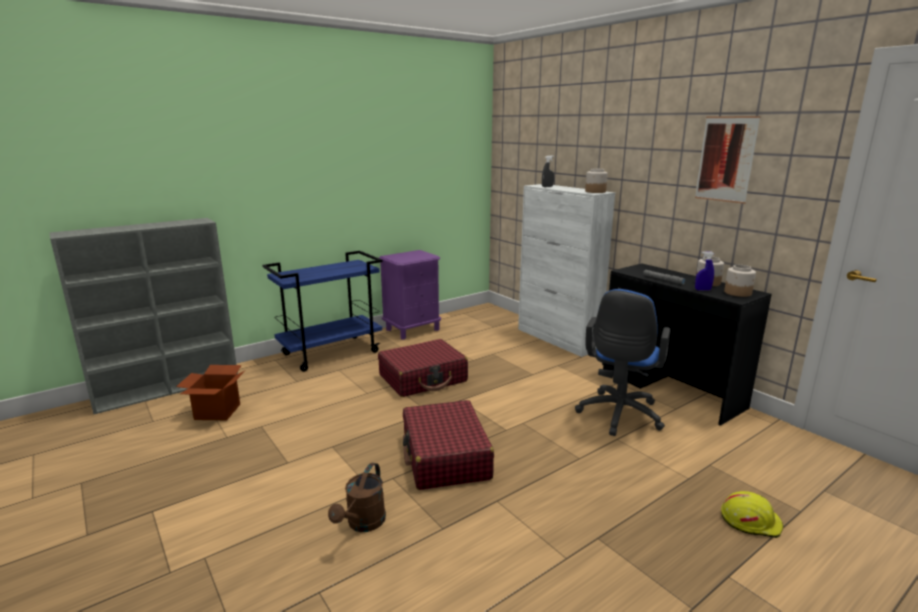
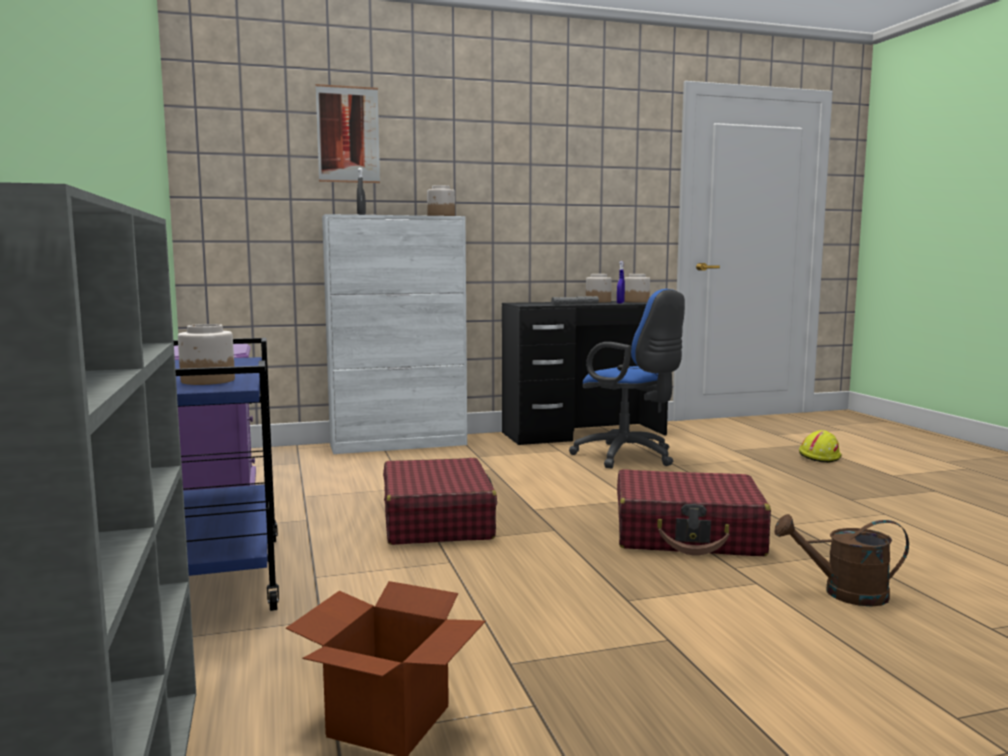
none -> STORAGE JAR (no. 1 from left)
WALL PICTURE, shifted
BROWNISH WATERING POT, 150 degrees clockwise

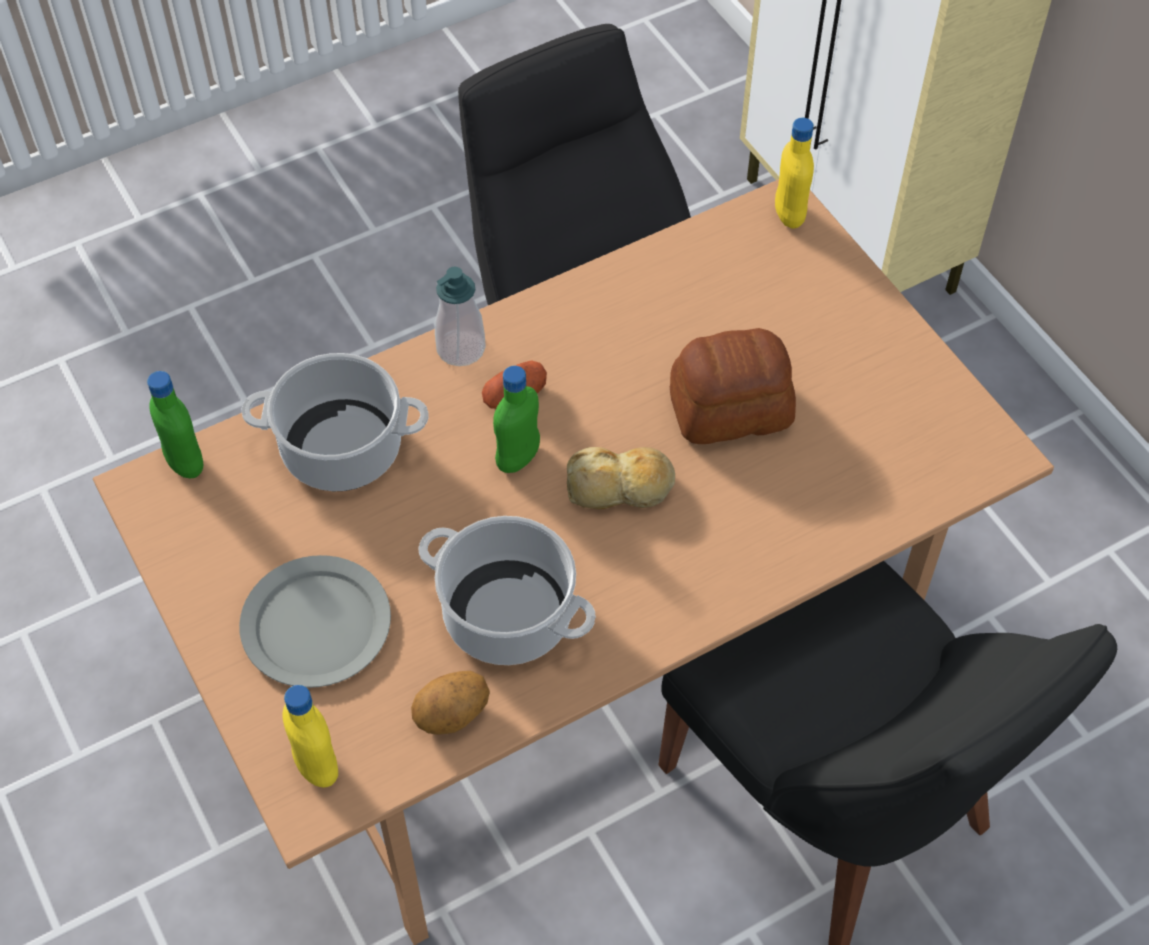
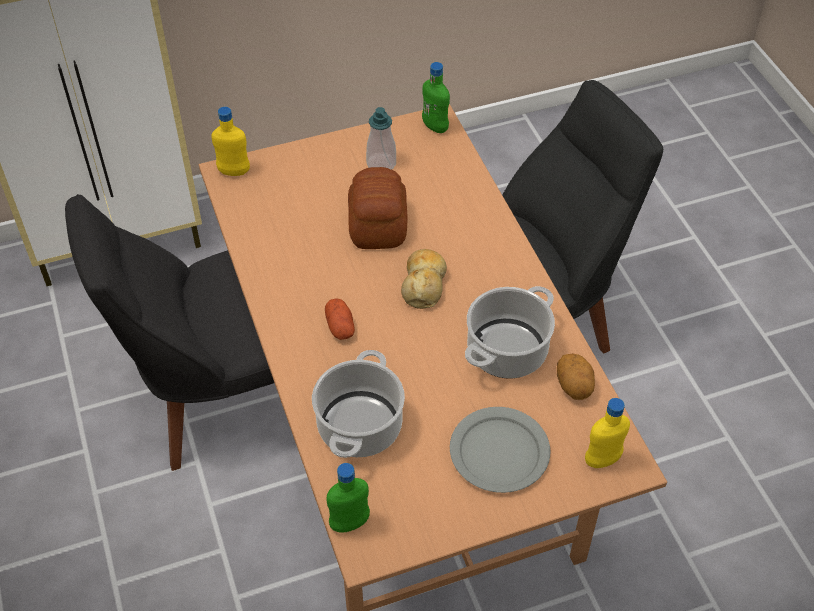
SOAP DISPENSER, shifted
GREEN-COLOURED BEVERAGE BOTTLE (no. 2 from left), shifted

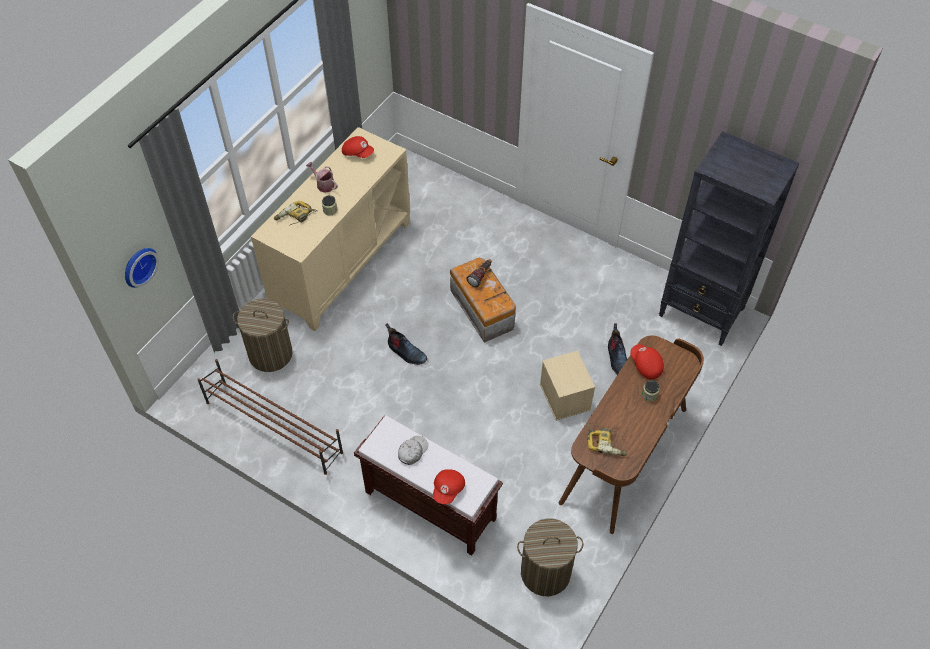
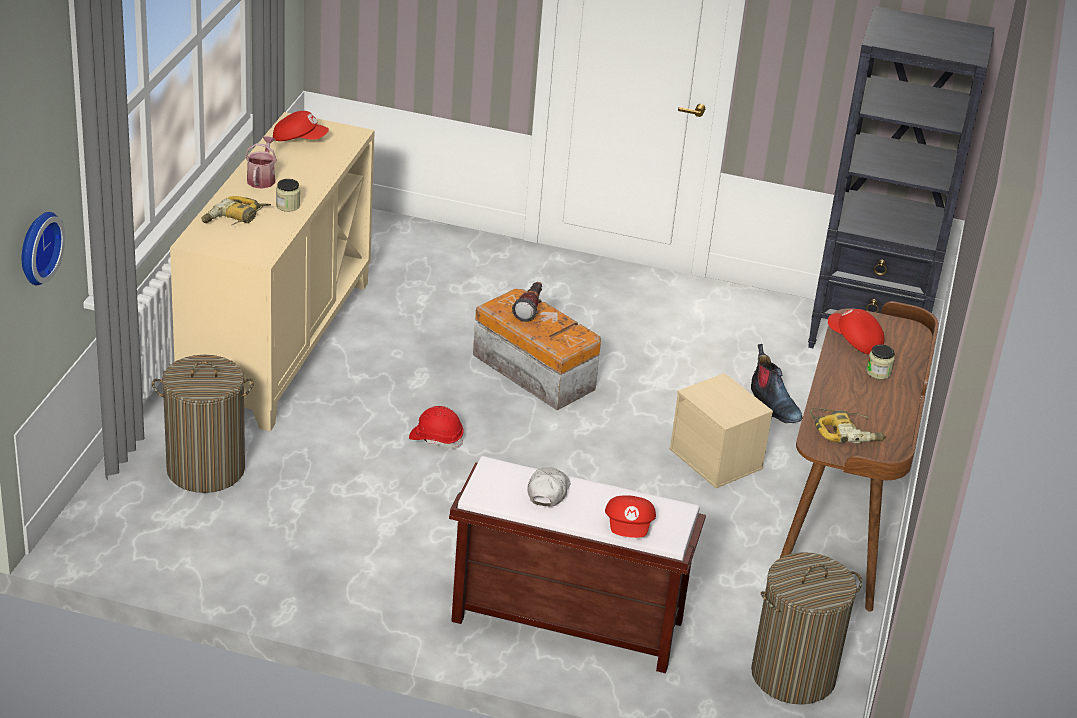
WATERING POT, 75 degrees clockwise
TALL BOOT (no. 1 from left) -> RED-COLOURED SAFETY HELMET
BROWNISH SHOE SHELF -> none

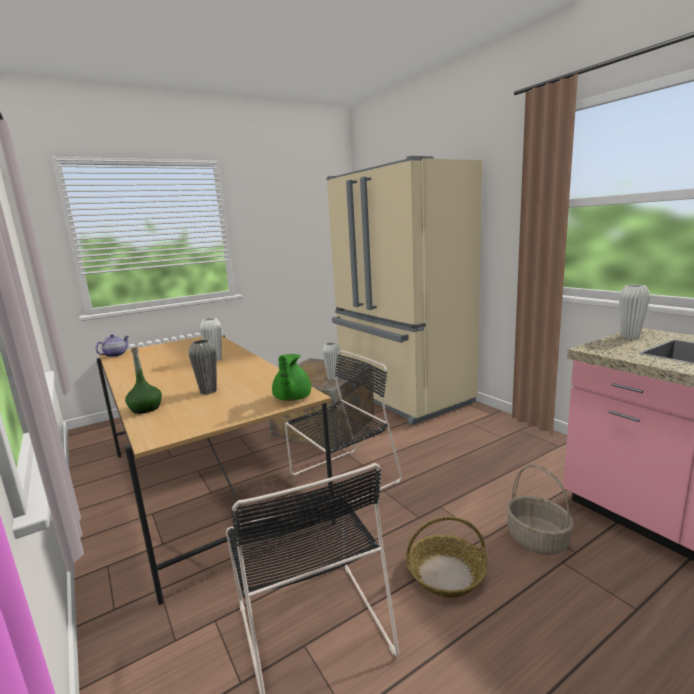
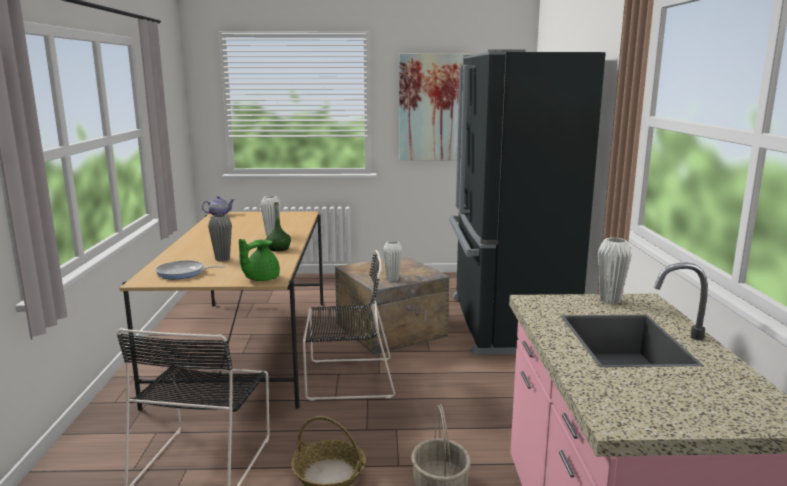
none -> SKILLET
GREEN-COLOURED BEVERAGE BOTTLE, shifted
none -> WALL PICTURE
BEIGE-COLOURED FRIDGE -> BLACK FRIDGE

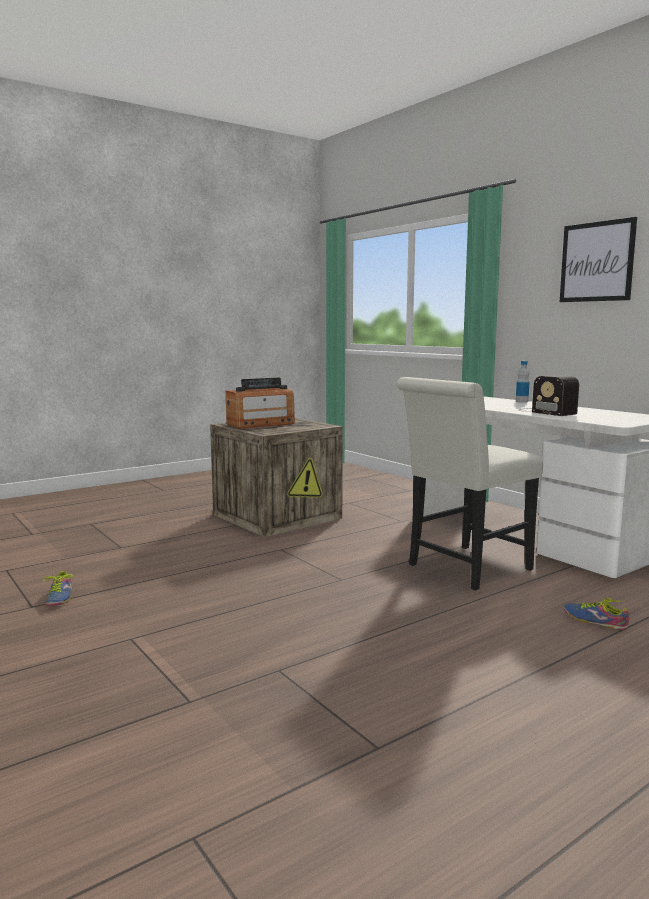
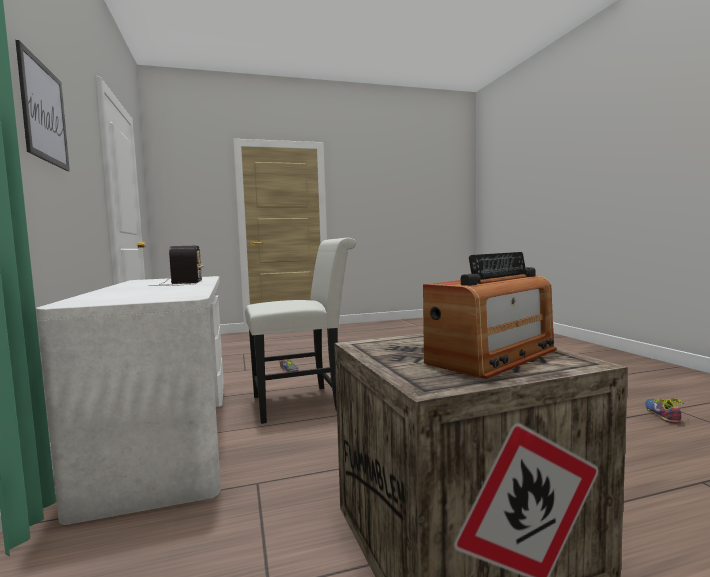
RADIO (no. 1 from left in the first image) -> RADIO (no. 2 from left), 150 degrees clockwise
BEVERAGE BOTTLE -> none

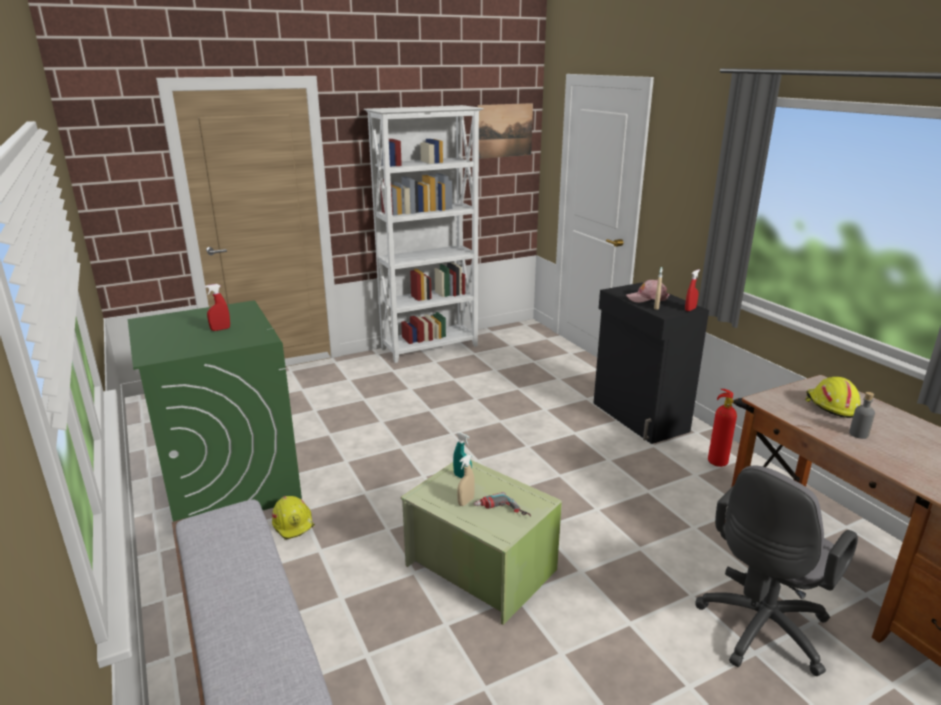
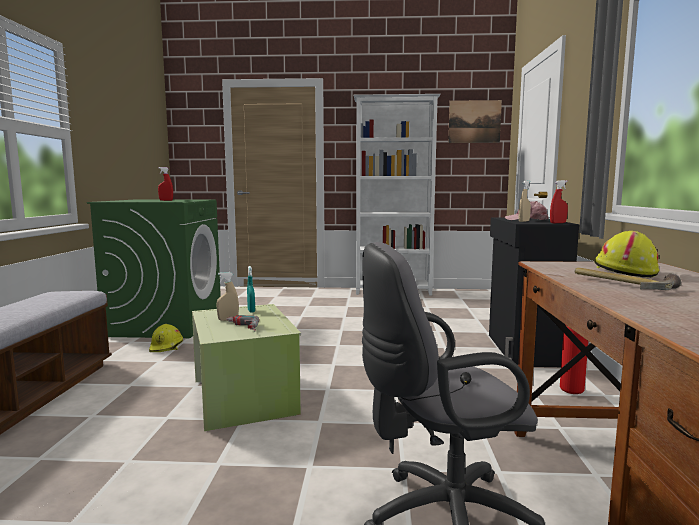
GREY BEVERAGE BOTTLE -> HAMMER

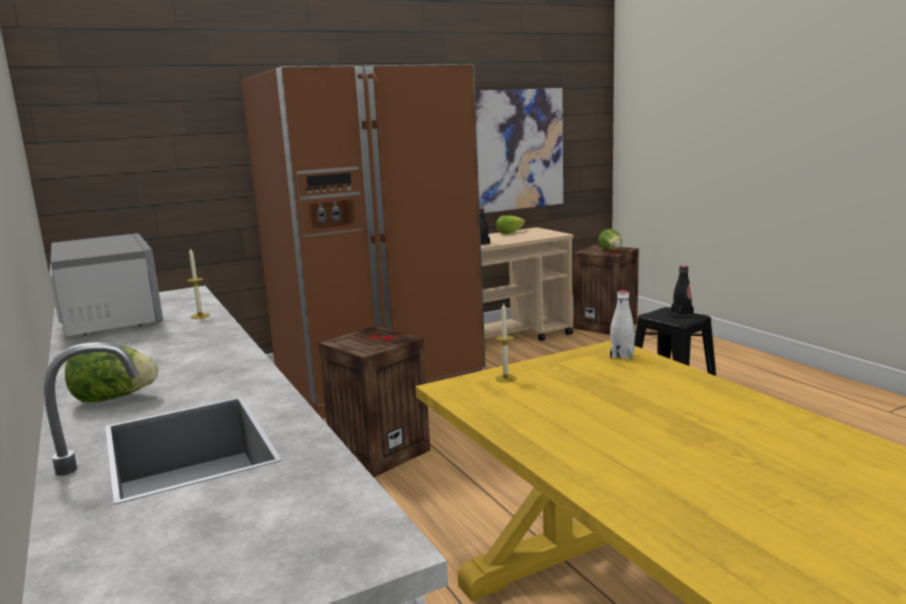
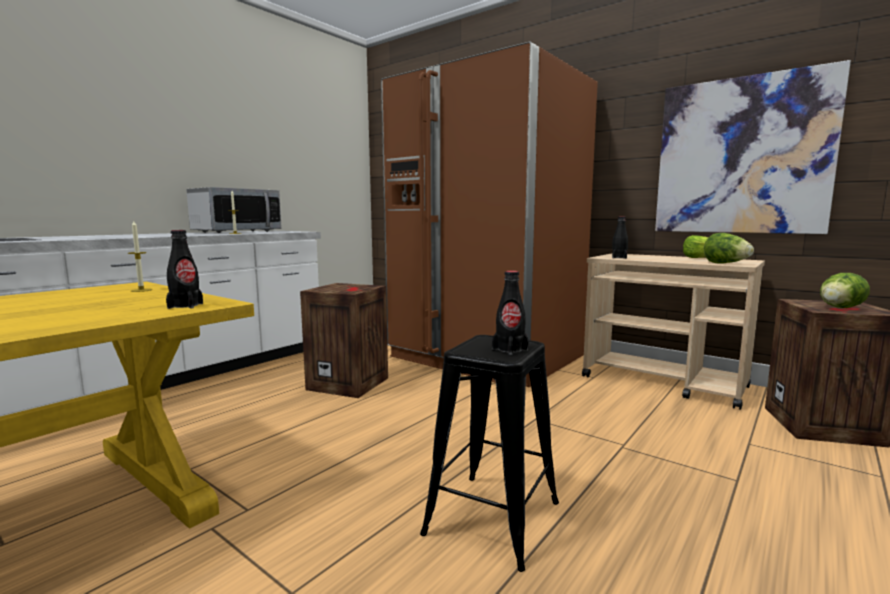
WHITE BEVERAGE BOTTLE -> BLACK BEVERAGE BOTTLE (no. 1 from left)
HEAD OF LETTUCE (no. 1 from left in the first image) -> HEAD OF LETTUCE (no. 2 from left), shifted

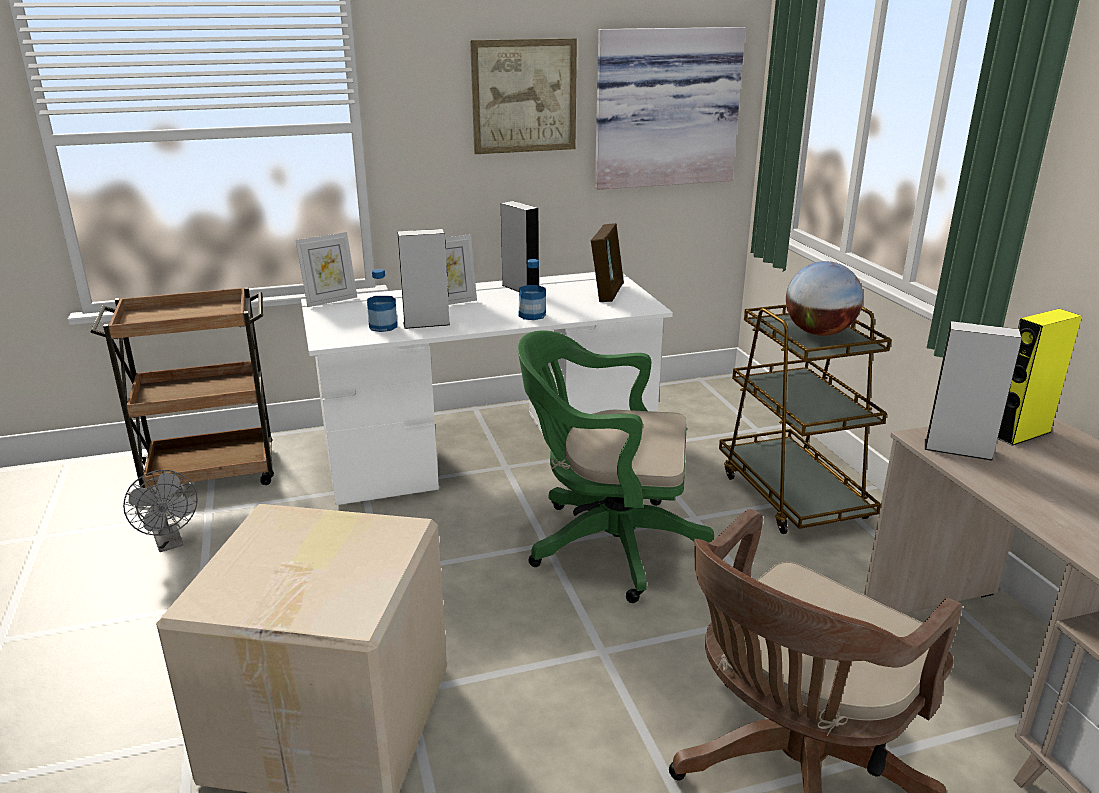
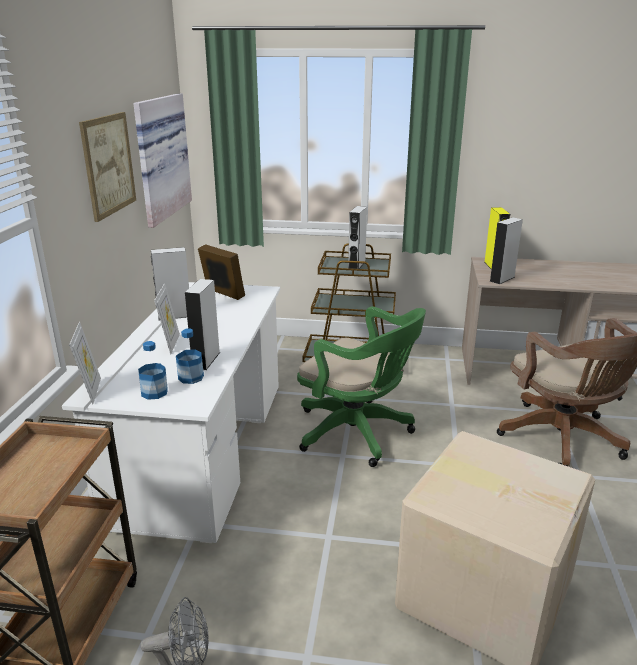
BEVERAGE BOTTLE (no. 2 from left in the first image) -> BEVERAGE BOTTLE (no. 1 from left), shifted
GREEN-COLOURED COMPUTER CHAIR, 90 degrees counterclockwise
WORLD GLOBE -> GREY SPEAKER (no. 3 from left)

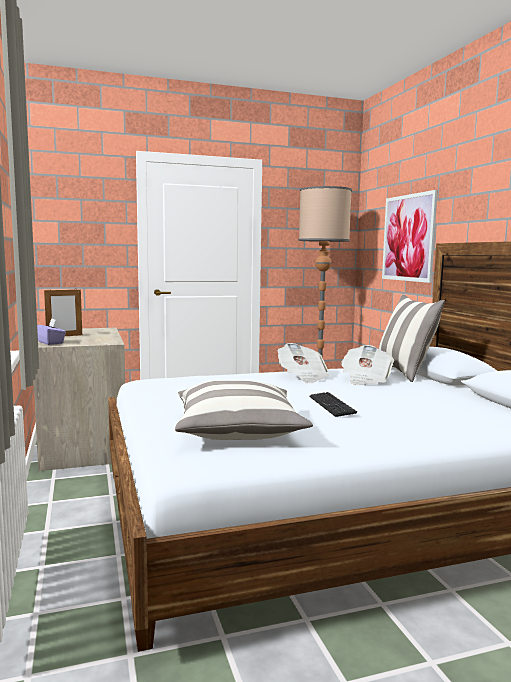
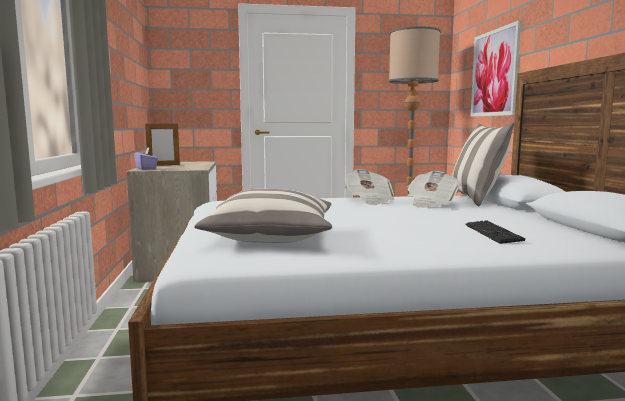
KEYBOARD, shifted

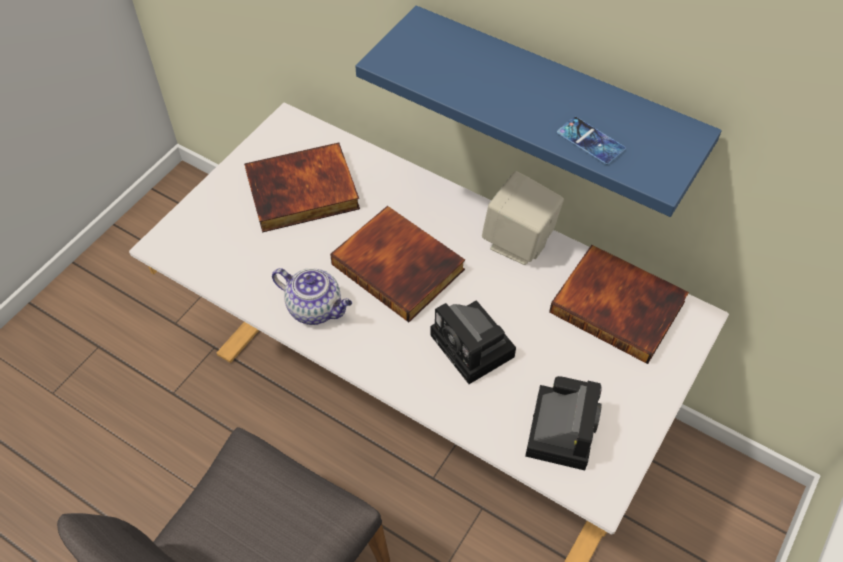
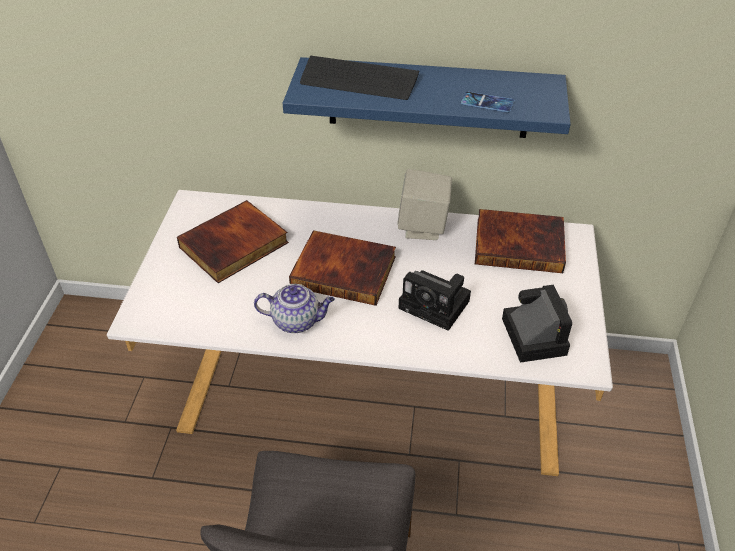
none -> KEYBOARD

